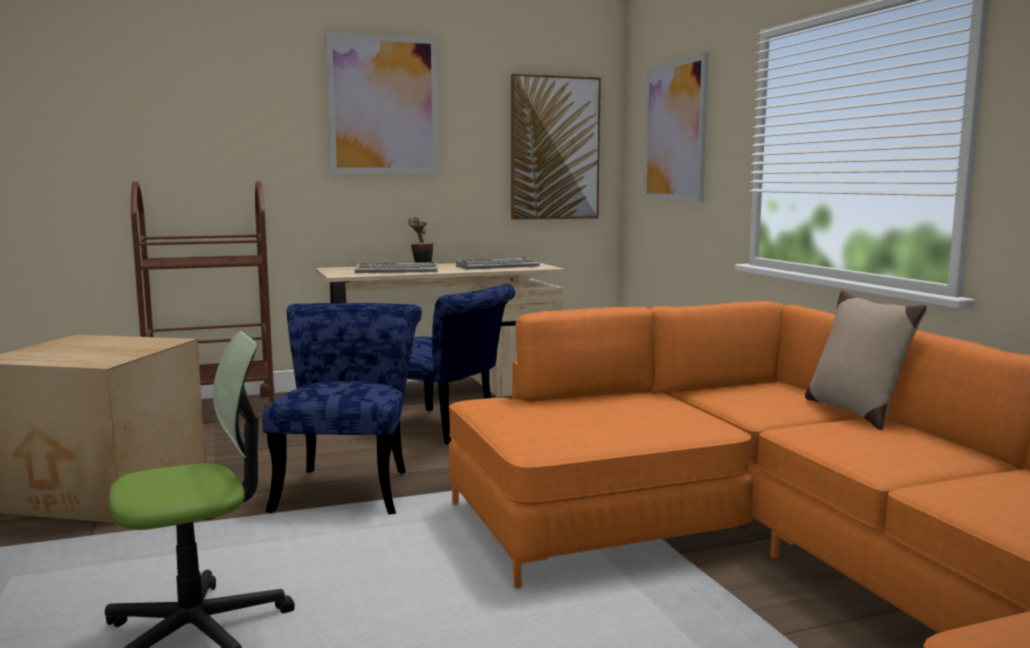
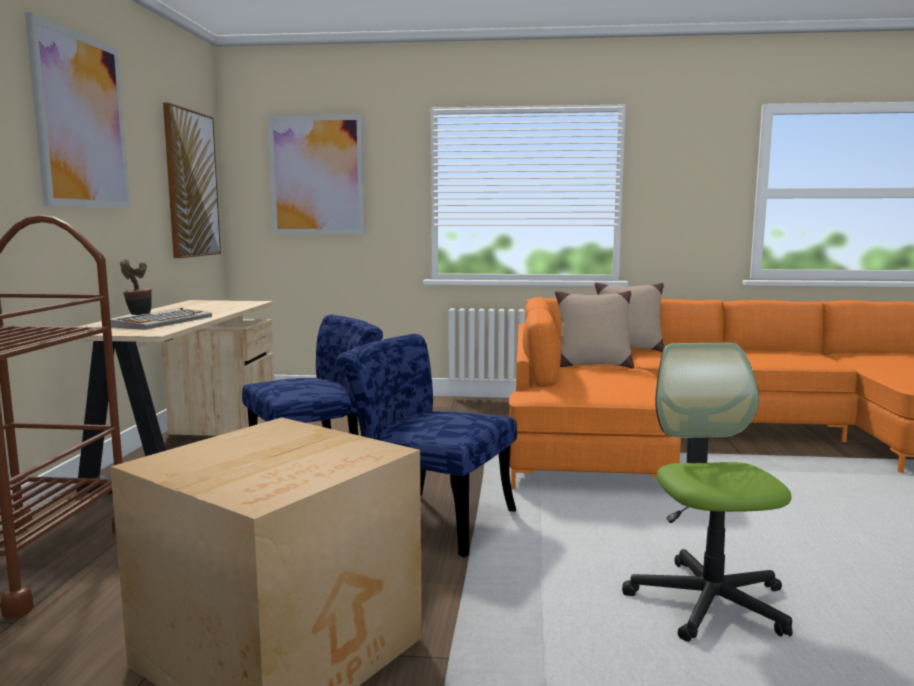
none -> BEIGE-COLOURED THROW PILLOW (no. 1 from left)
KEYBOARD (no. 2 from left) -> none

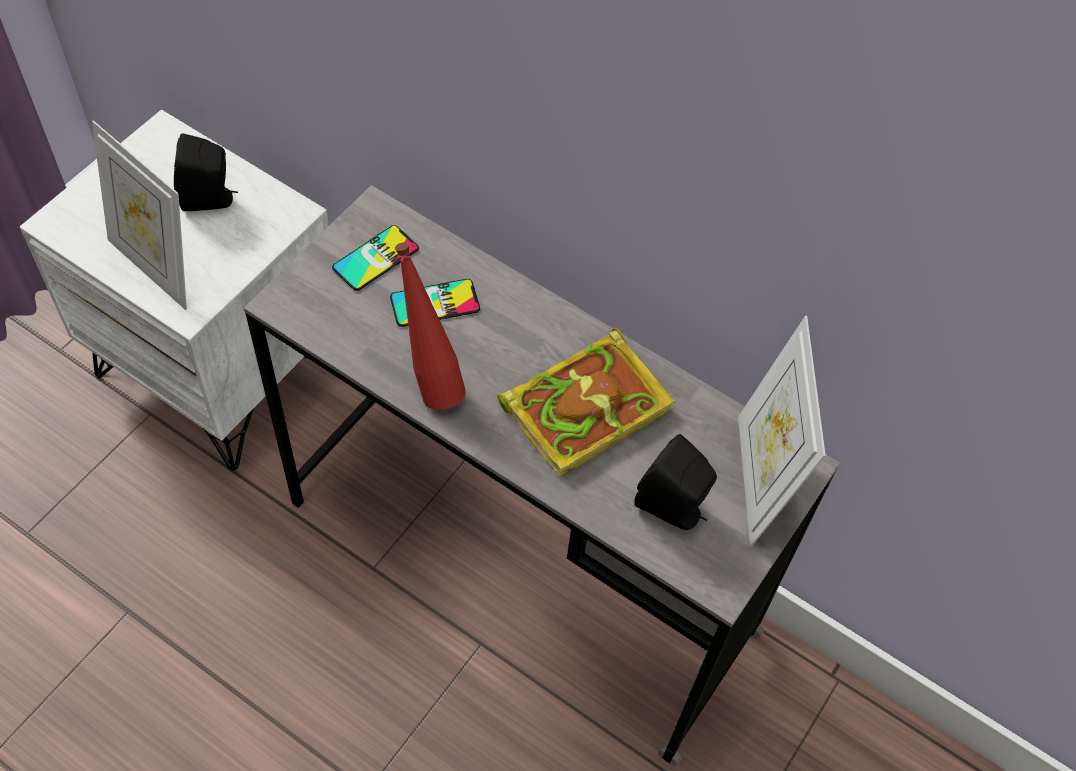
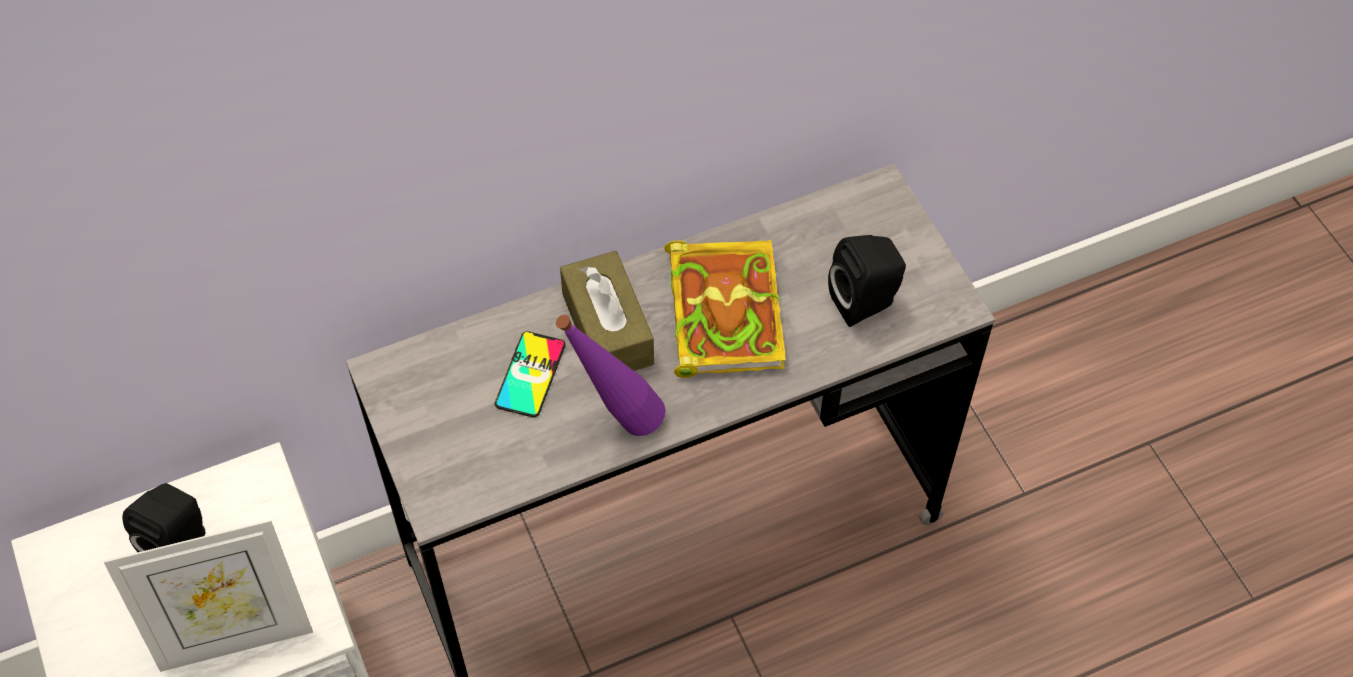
RED-COLOURED BEVERAGE BOTTLE -> PURPLE-COLOURED BEVERAGE BOTTLE
none -> BROWNISH BOX OF TISSUES
HANDSET (no. 1 from left) -> none
PHOTO FRAME (no. 2 from left) -> none

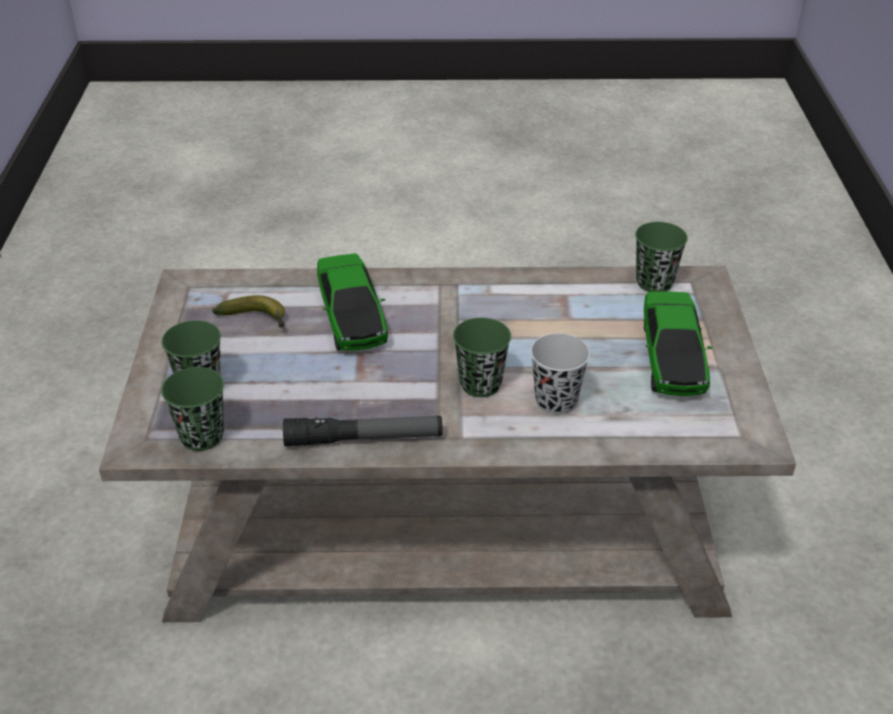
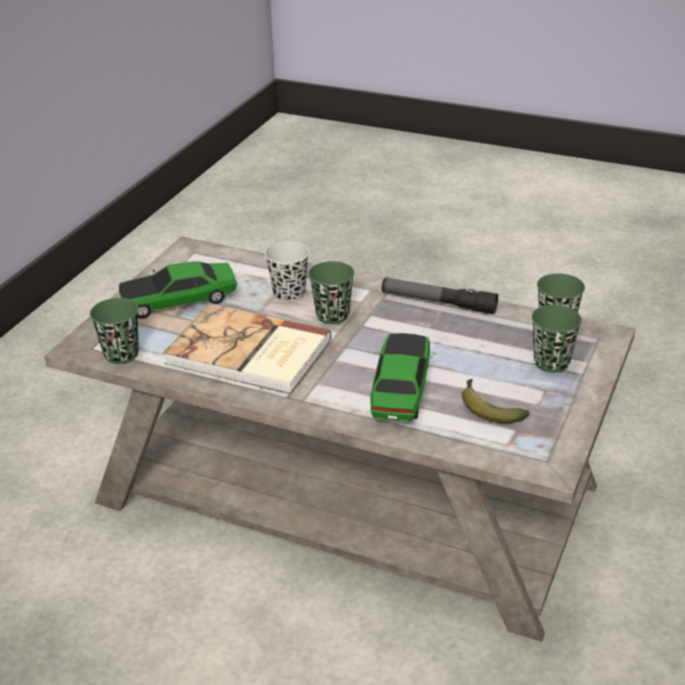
MINIATURE CAR (no. 2 from left in the first image) -> MINIATURE CAR (no. 1 from left), 135 degrees counterclockwise
none -> BOOK

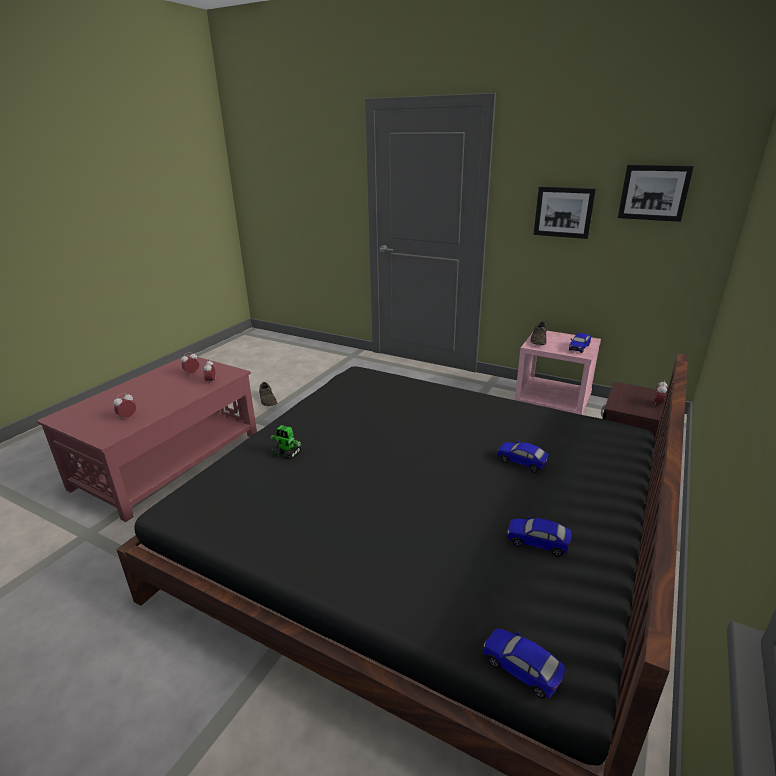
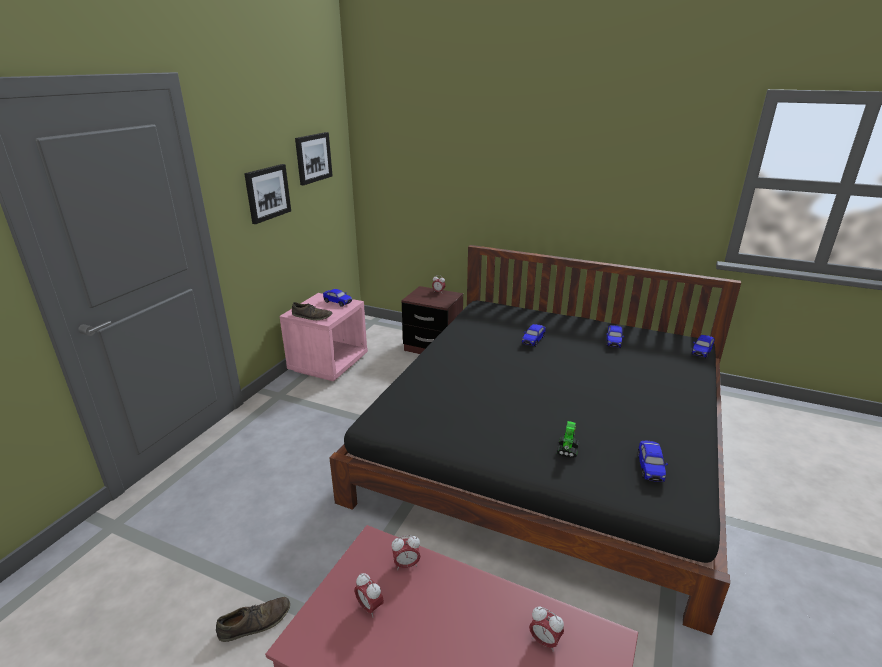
none -> MINIATURE CAR (no. 4 from left)

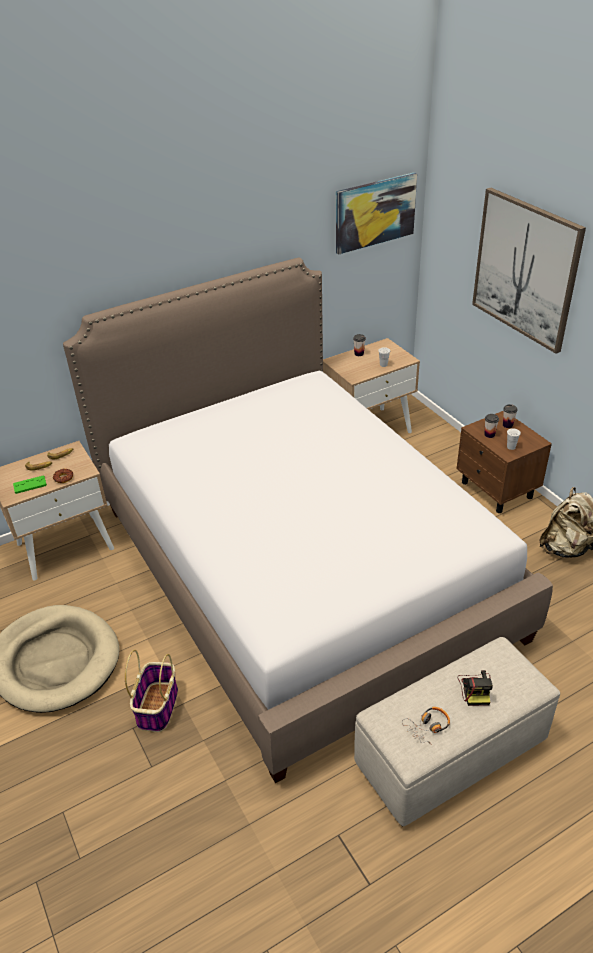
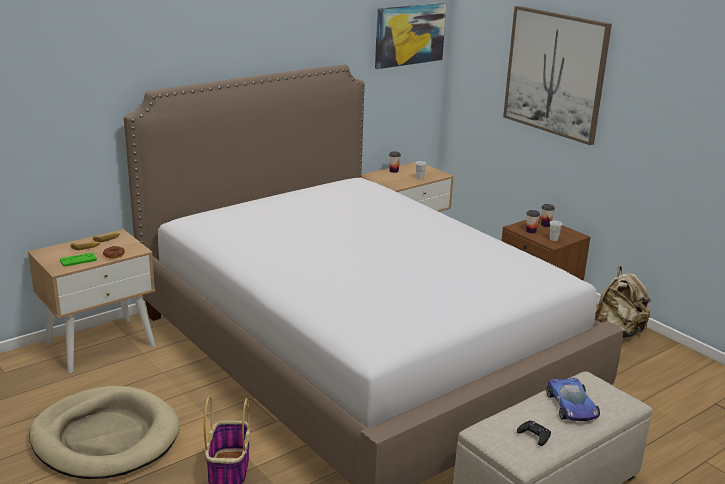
HEADPHONES -> BLACK GAME CONTROLLER
PHOTO CAMERA -> MINIATURE CAR

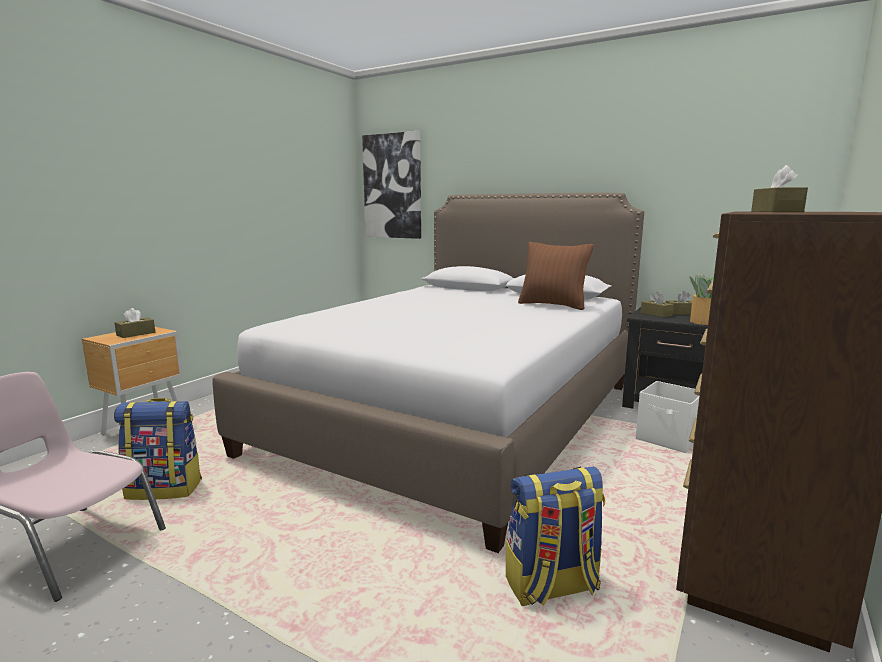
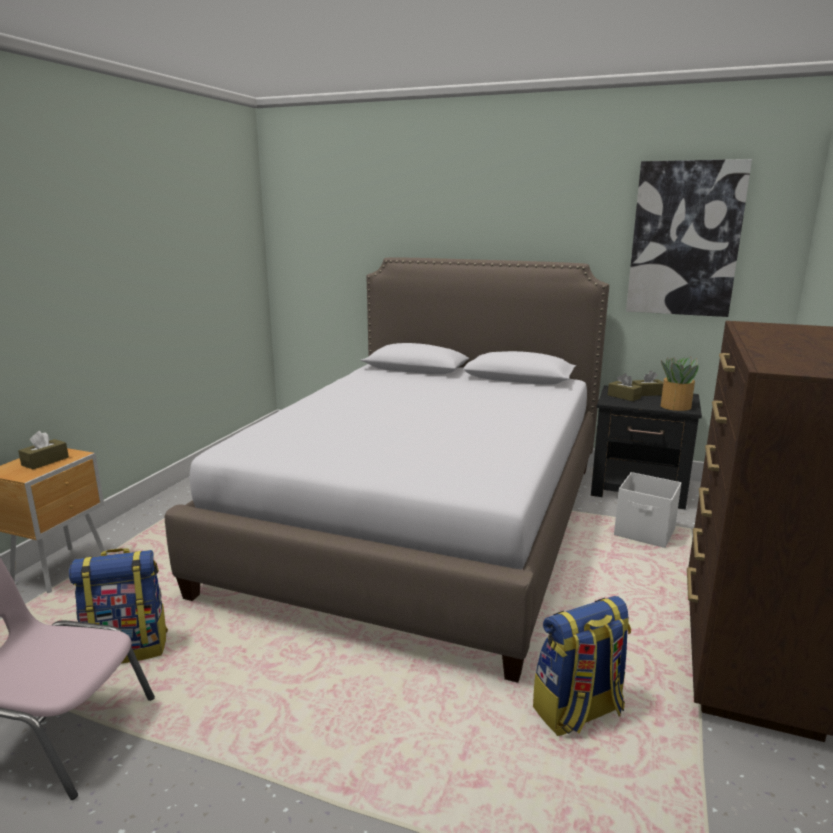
WALL PICTURE, shifted
BROWNISH THROW PILLOW -> none
BROWNISH BOX OF TISSUES (no. 4 from left) -> none

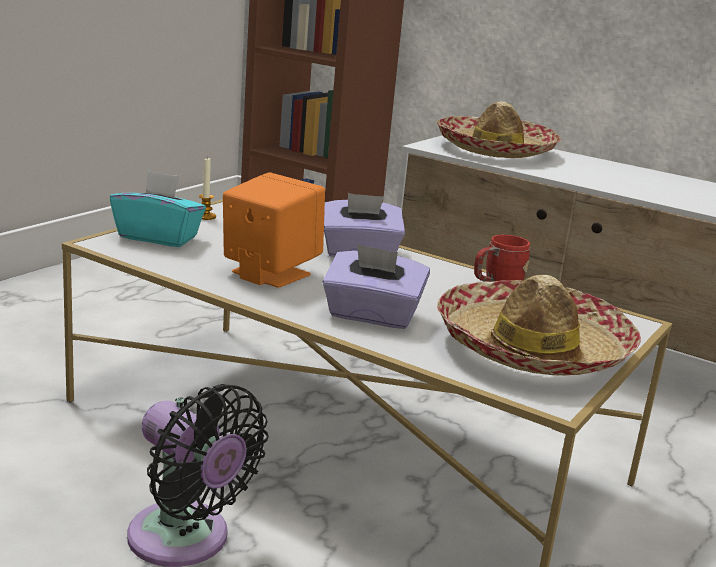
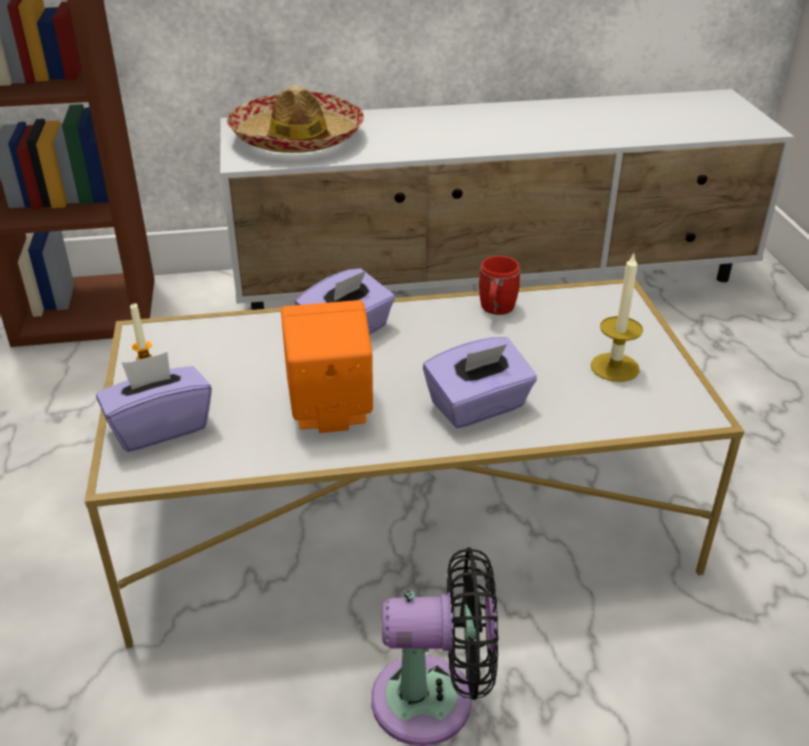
TURQUOISE BOX OF TISSUES -> PURPLE-COLOURED BOX OF TISSUES (no. 1 from left)
HAT (no. 2 from left) -> CANDLE (no. 2 from left)

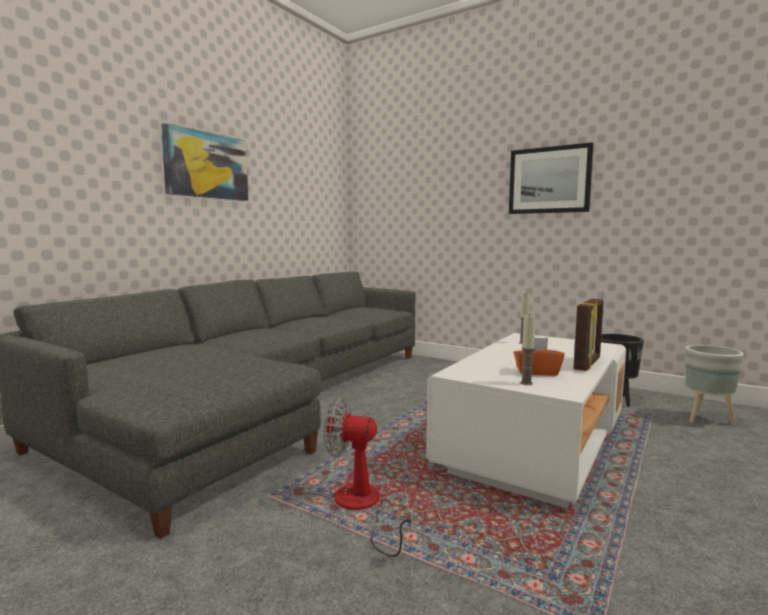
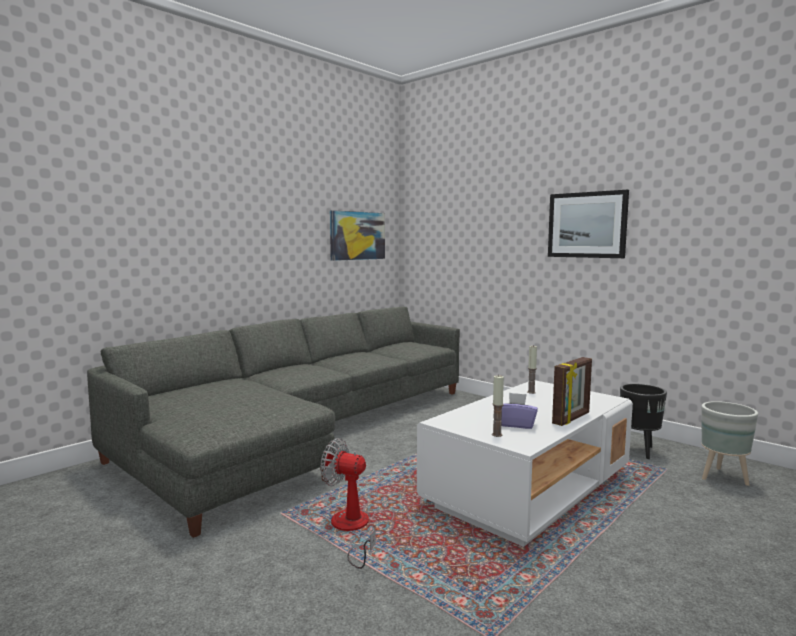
WALL PICTURE (no. 1 from left), shifted
ORANGE BOX OF TISSUES -> PURPLE-COLOURED BOX OF TISSUES

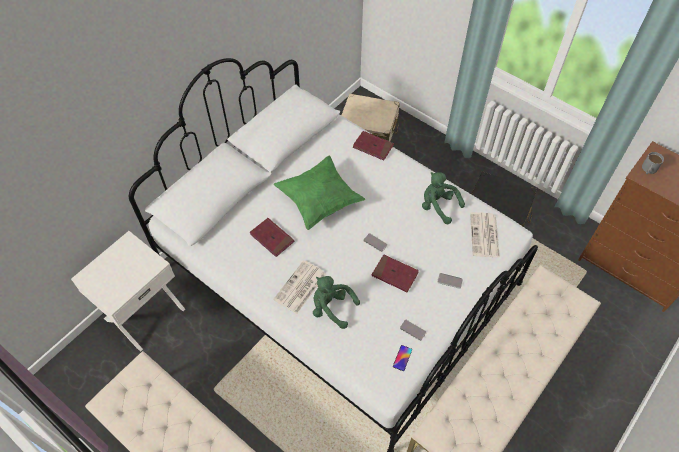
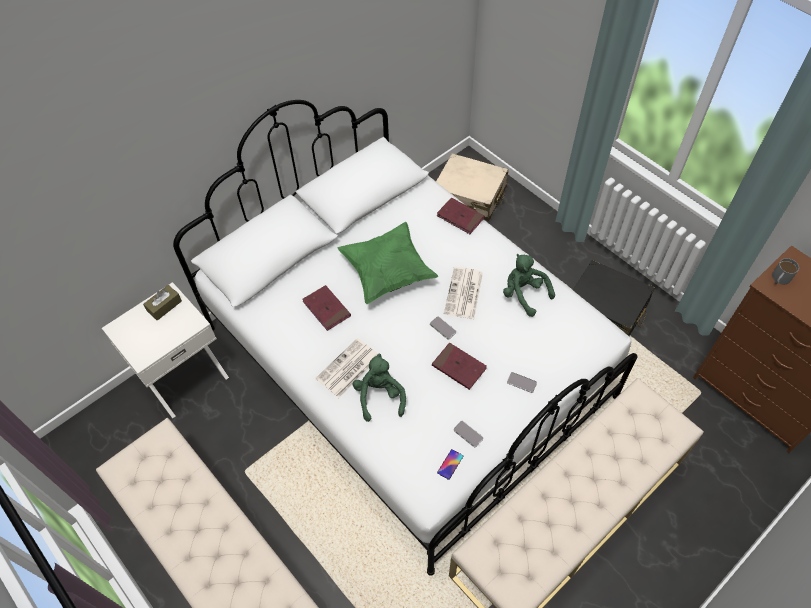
none -> BROWNISH BOX OF TISSUES
GREEN-COLOURED PLUSH TOY (no. 1 from left), 45 degrees clockwise
DAILY PAPER (no. 2 from left), shifted

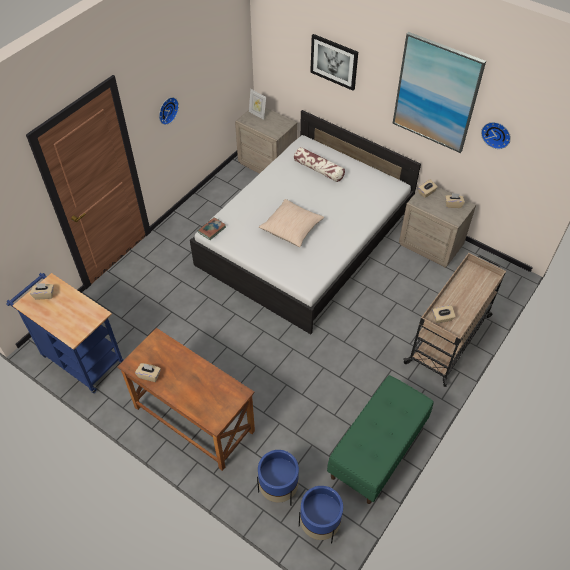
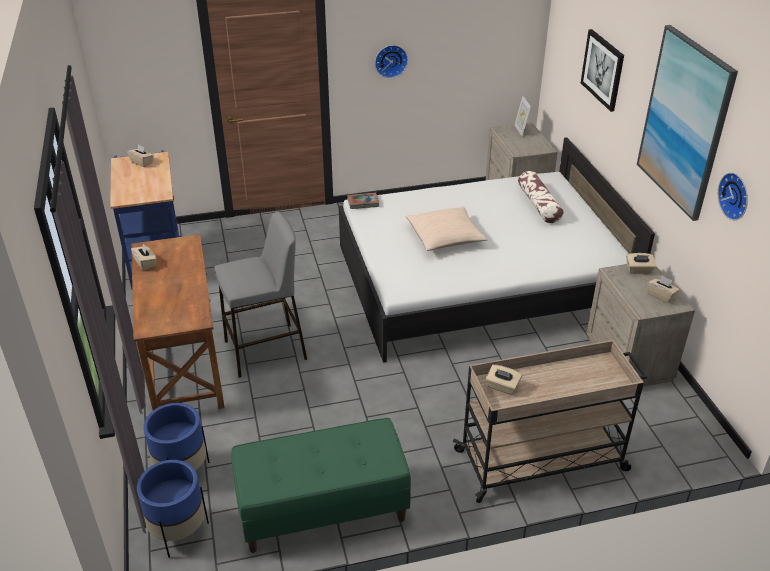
none -> GREY STOOL SEAT

